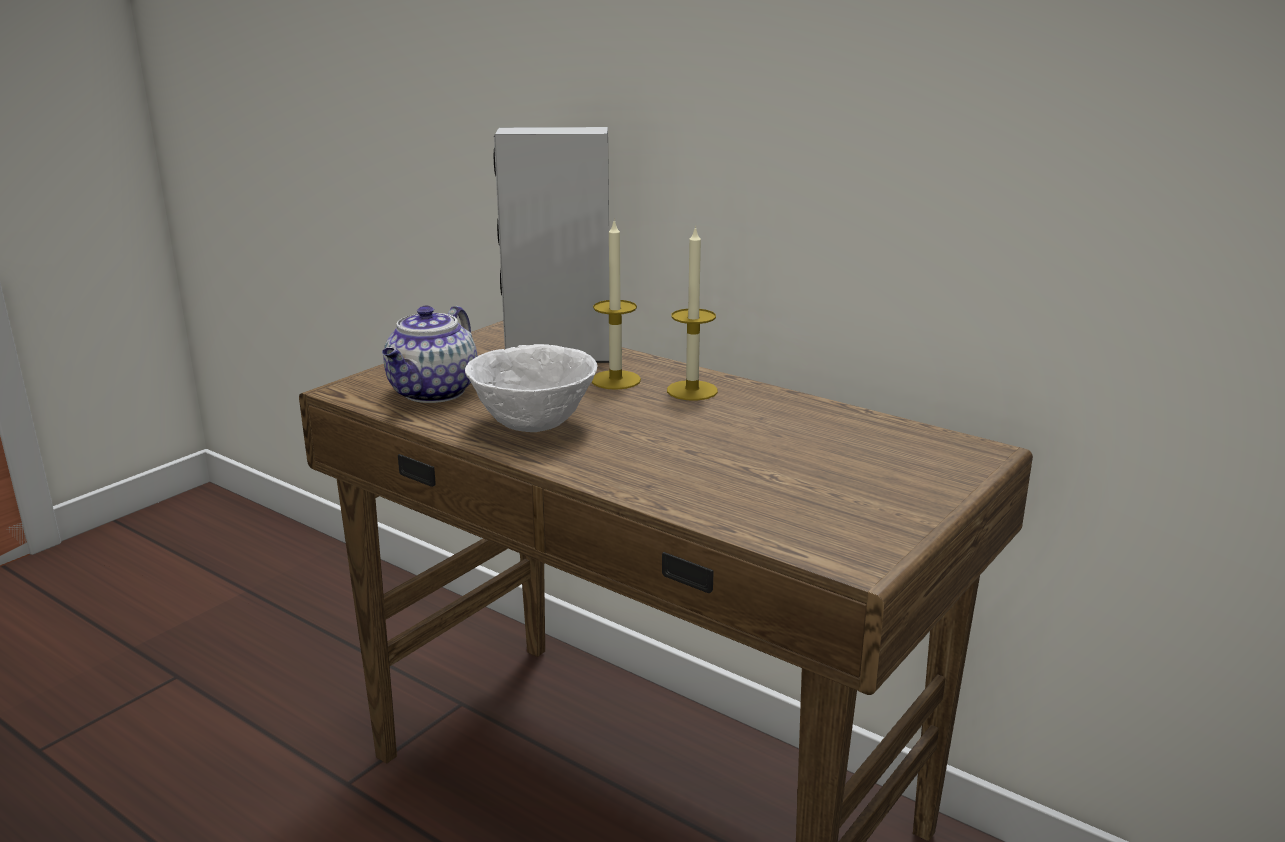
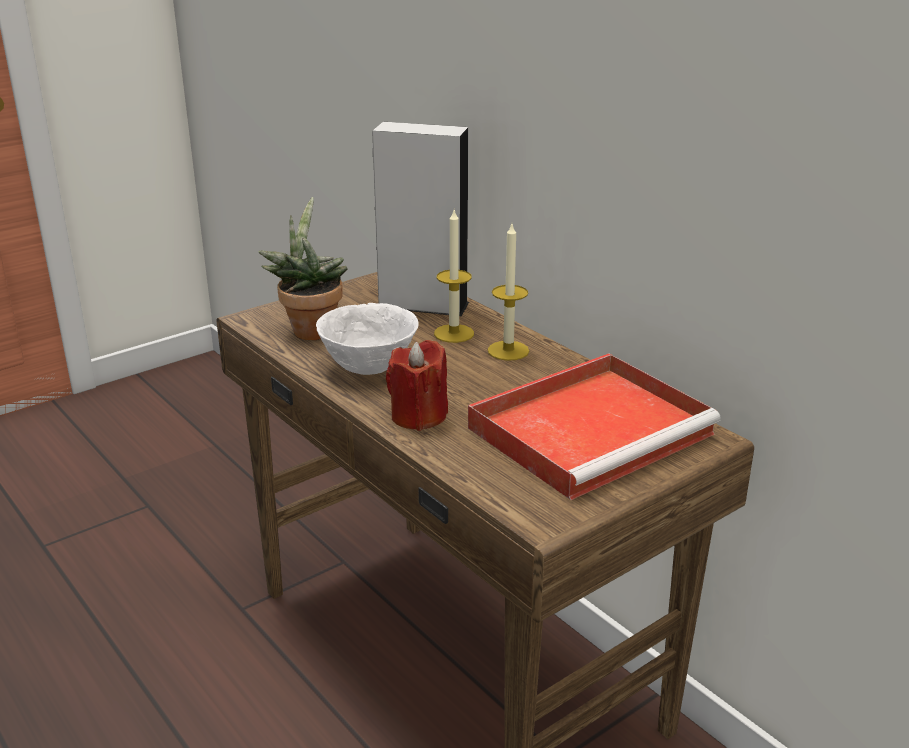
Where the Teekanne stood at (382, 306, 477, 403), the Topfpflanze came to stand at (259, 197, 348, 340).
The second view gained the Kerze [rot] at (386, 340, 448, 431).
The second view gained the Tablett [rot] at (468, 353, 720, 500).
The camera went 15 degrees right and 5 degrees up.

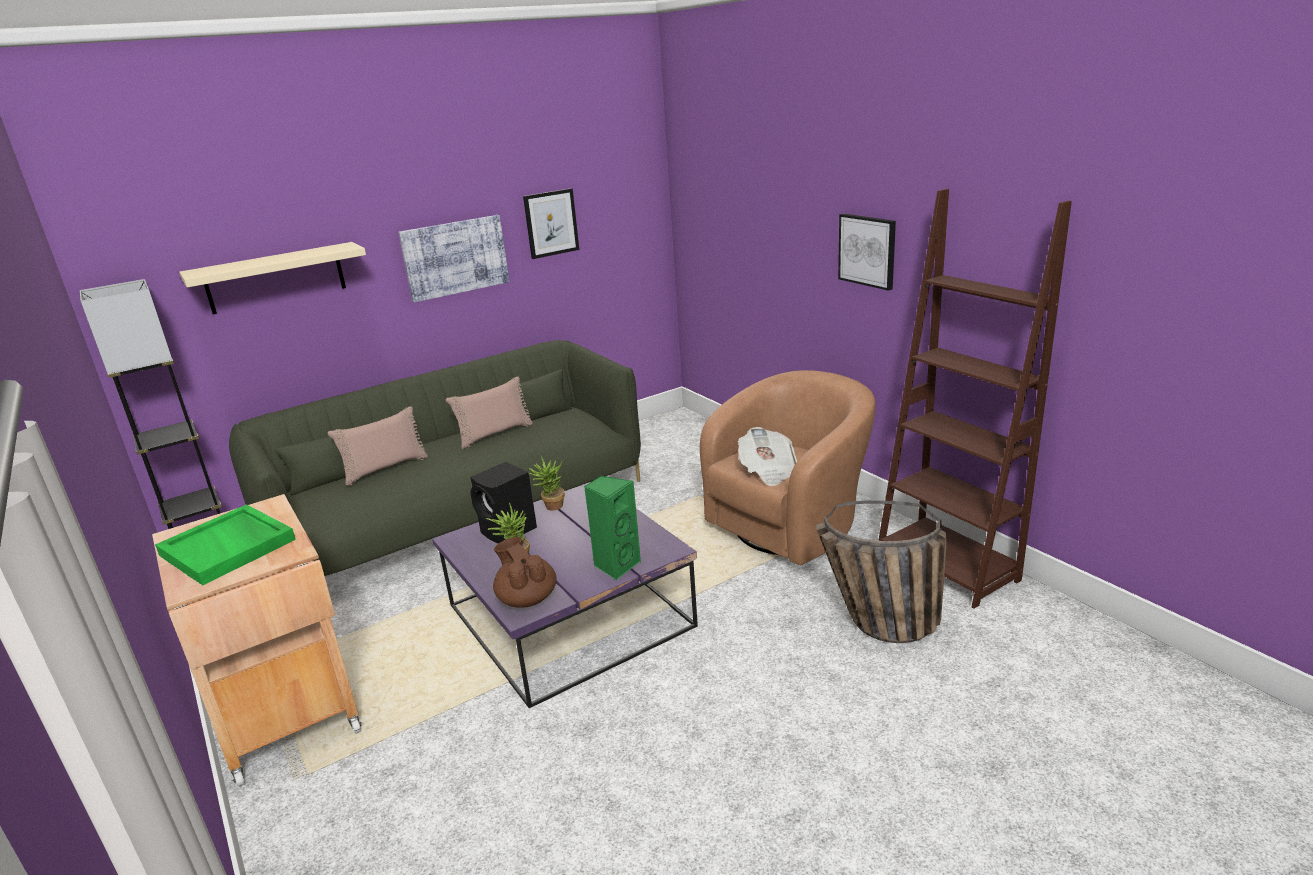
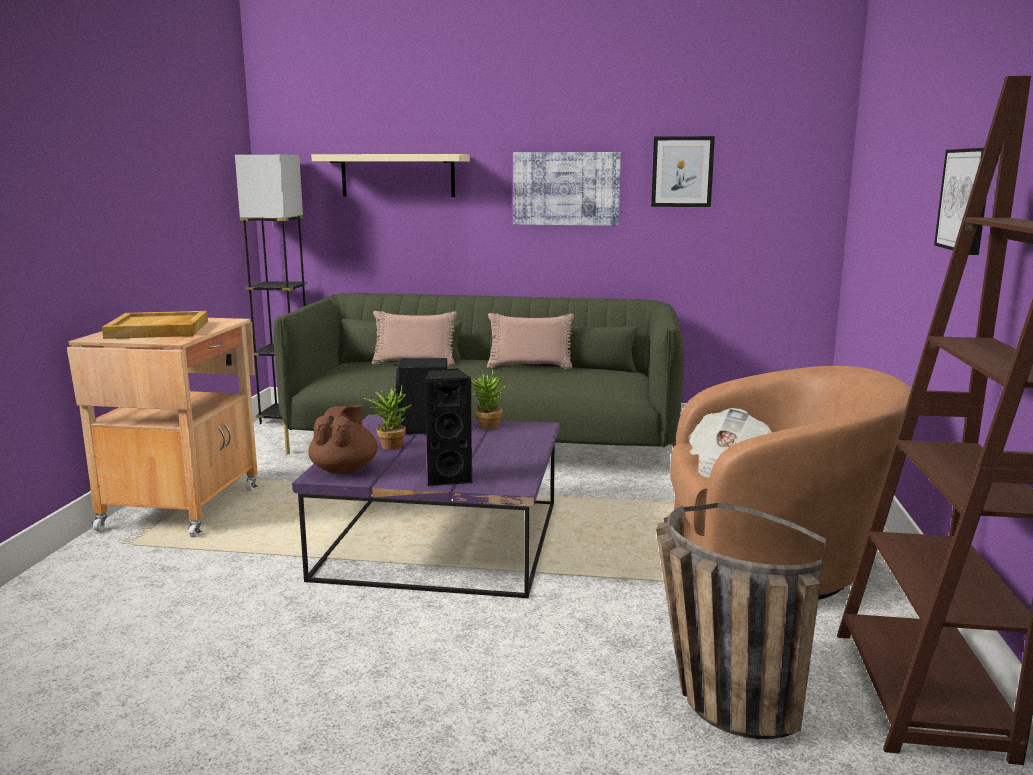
What was the Tablett [grün] at (155, 504, 296, 585) turned into the Tablett [beige] at (102, 311, 208, 339).
What was the Lautsprecher [grün] at (584, 475, 641, 580) turned into the Lautsprecher [schwarz] at (424, 368, 473, 486).
The camera went 40 degrees right and 10 degrees down.

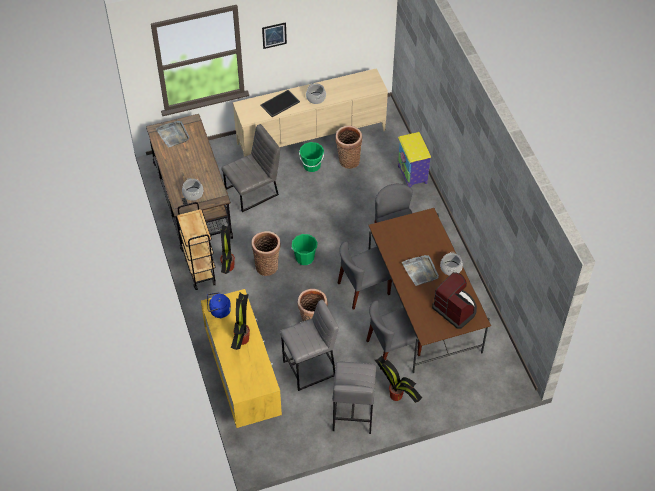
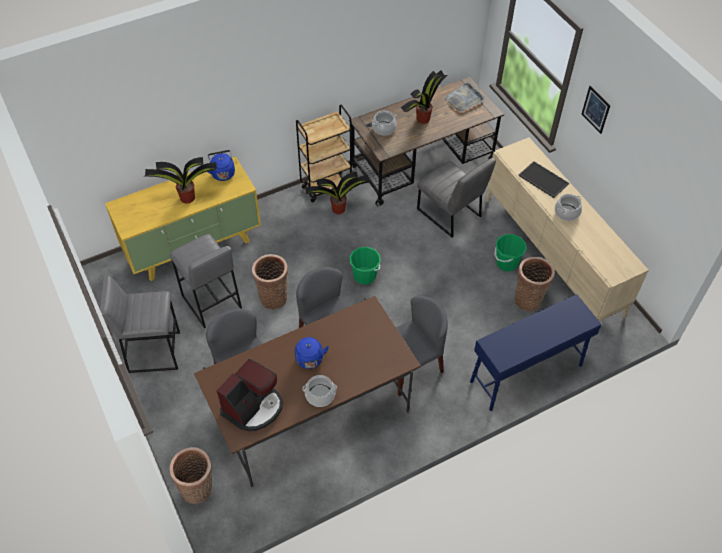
The Korb ended up elsewhere, having gone from (252, 231, 281, 276) to (169, 447, 212, 504).
Where the Tablett [grau] stood at (402, 255, 439, 286), the Wasserkessel [blau] came to stand at (295, 337, 329, 369).
The Topfpflanze ended up elsewhere, having gone from (375, 356, 422, 403) to (401, 70, 448, 124).
Where the Nachttisch stood at (398, 132, 431, 188), the Konsolentisch [blau] came to stand at (470, 294, 602, 411).
The camera went 80 degrees right and 0 degrees up.

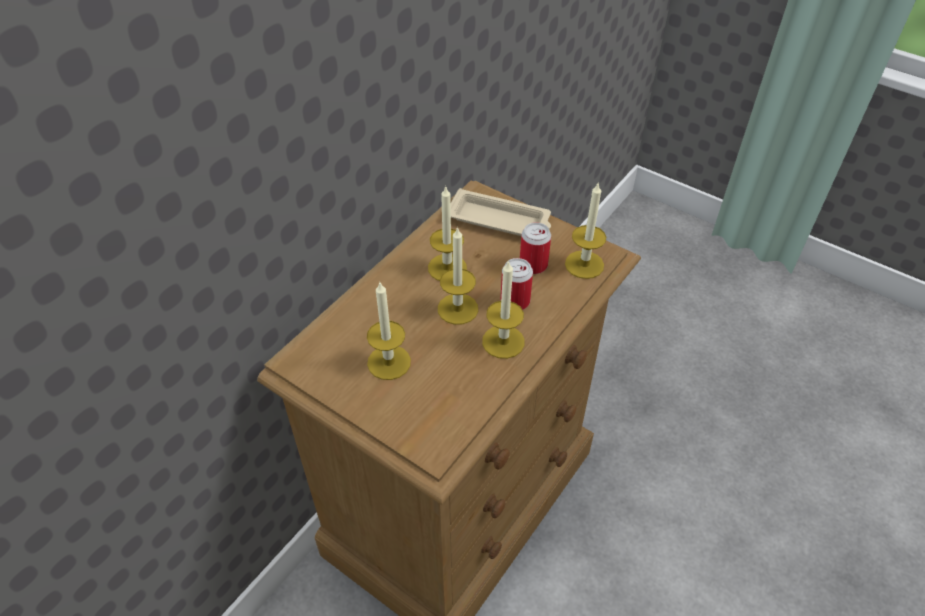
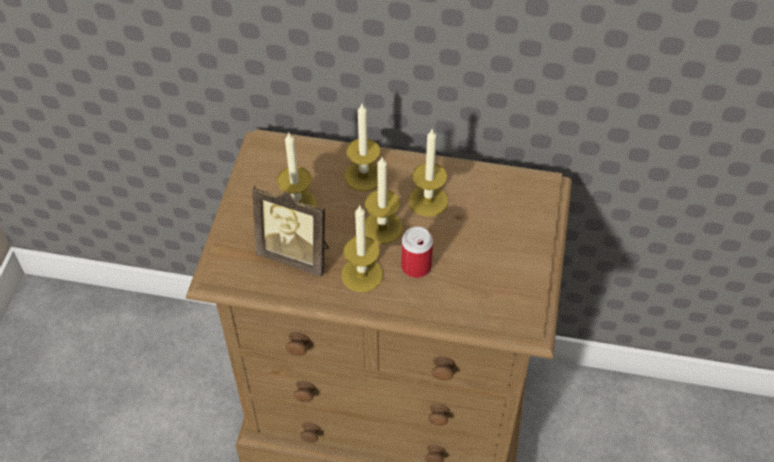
The second view gained the Bilderrahmen at (252, 186, 329, 277).
The Kerze ended up elsewhere, having gone from (565, 183, 606, 279) to (344, 104, 380, 191).
The second view lost the Tablett [beige] at (451, 188, 551, 236).
The second view lost the Dose at (520, 222, 551, 274).
The camera went 65 degrees right and 5 degrees up.

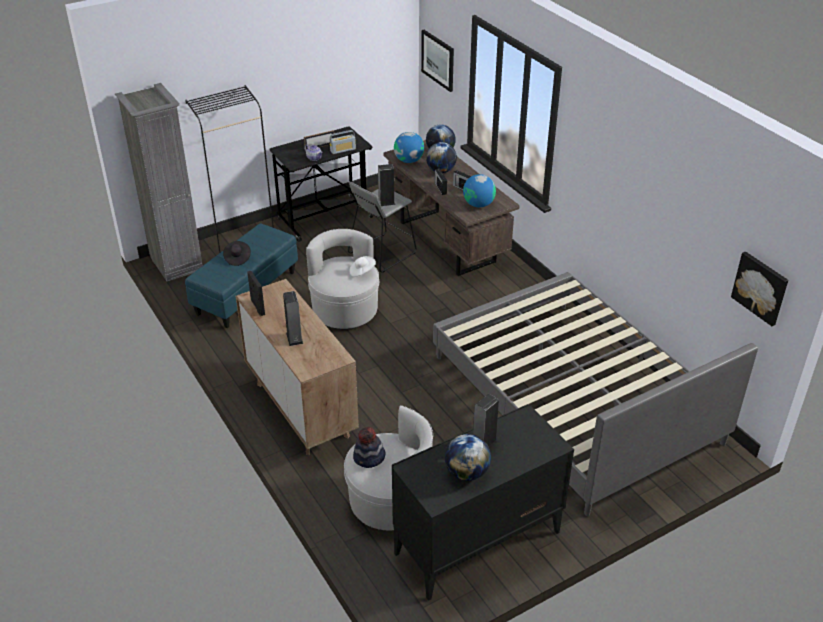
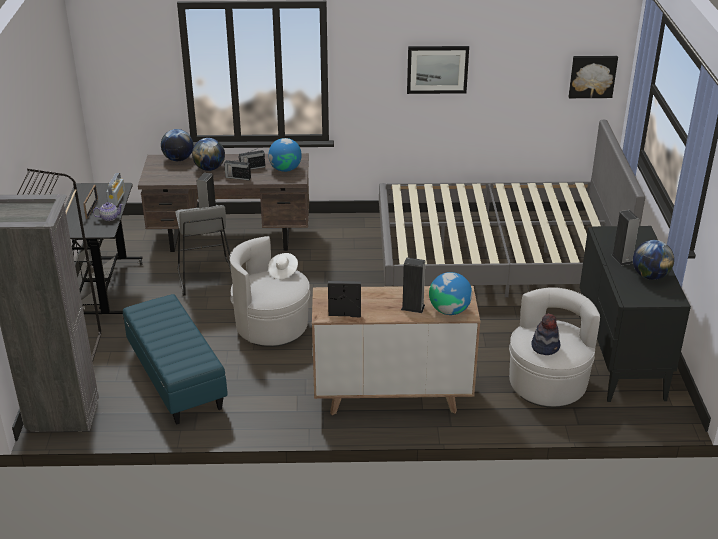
The Bild ended up elsewhere, having gone from (421, 30, 454, 92) to (407, 46, 469, 94).
The Globus ended up elsewhere, having gone from (394, 132, 424, 163) to (429, 272, 472, 315).
The second view lost the Hut [schwarz] at (223, 241, 251, 266).
The camera went 60 degrees left and 5 degrees down.

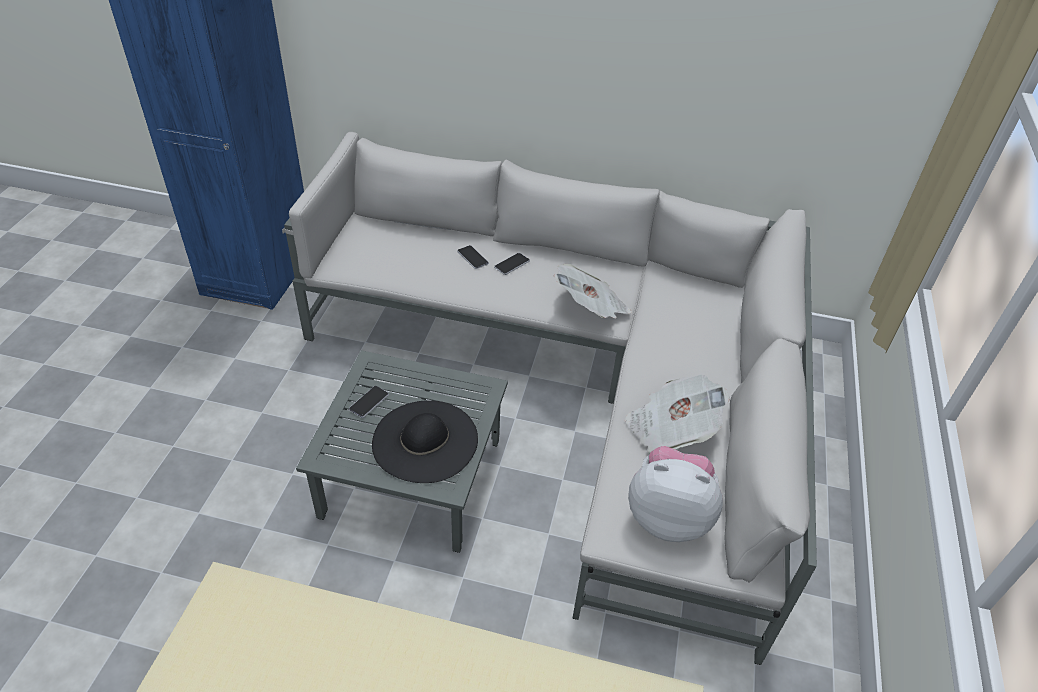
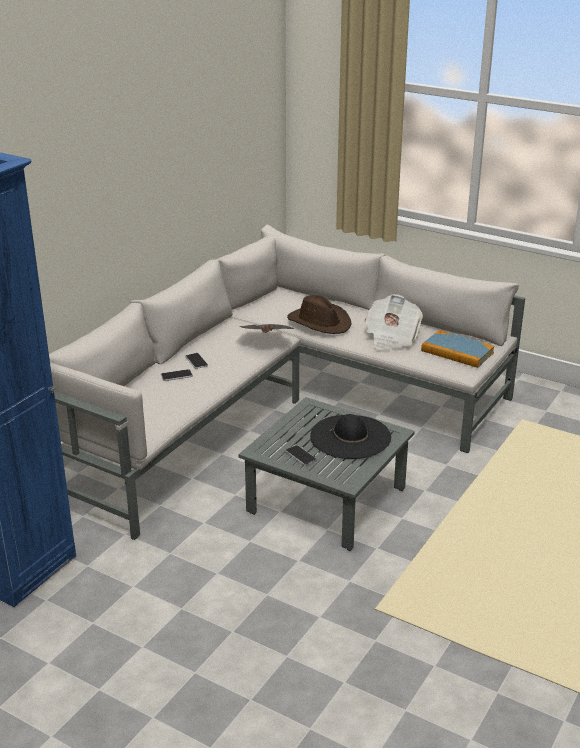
The second view gained the Hut [braun] at (287, 295, 351, 334).
Where the Plüschtier stood at (628, 446, 723, 542), the Buch came to stand at (421, 330, 495, 368).
The camera went 70 degrees left and 15 degrees down.

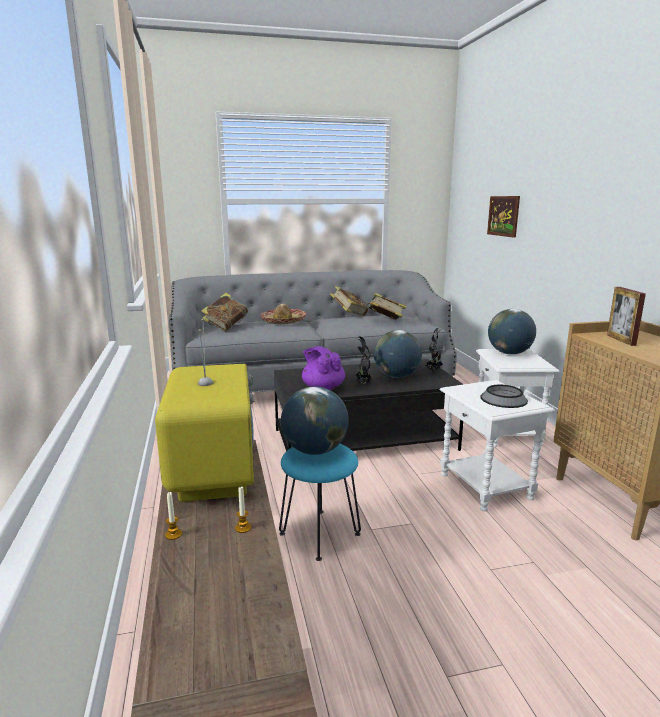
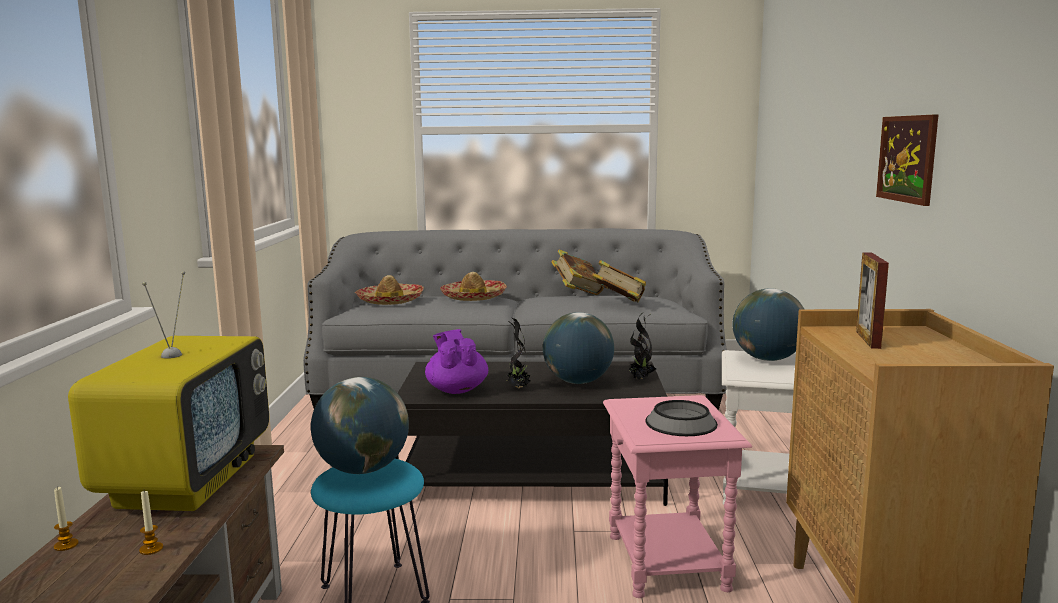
Where the Buch stood at (201, 293, 248, 331), the Hut came to stand at (355, 275, 424, 305).
What was the Beistelltisch [weiß] at (439, 380, 555, 511) turned into the Beistelltisch [rosa] at (603, 395, 752, 598).
The Bild ended up elsewhere, having gone from (487, 196, 520, 238) to (876, 114, 939, 206).
The camera went 15 degrees right and 5 degrees down.

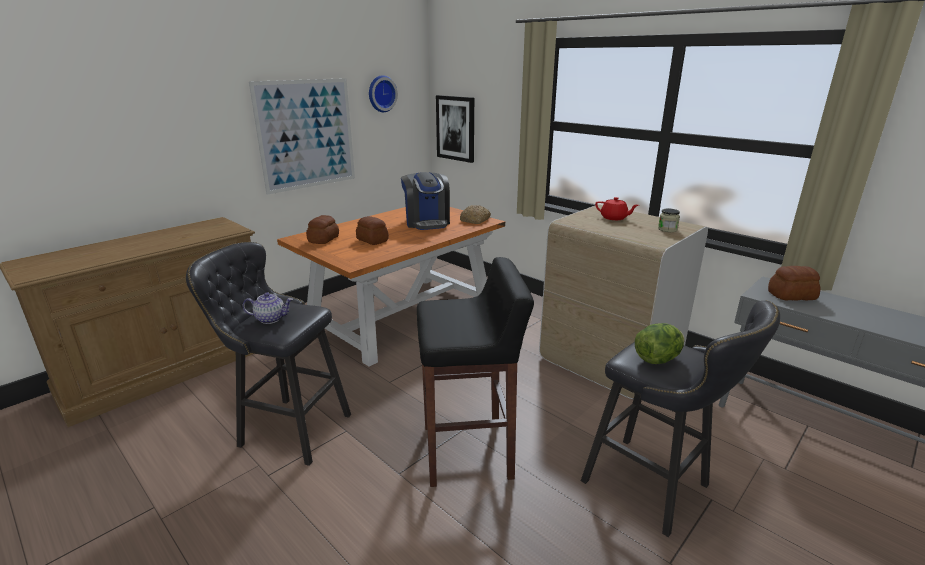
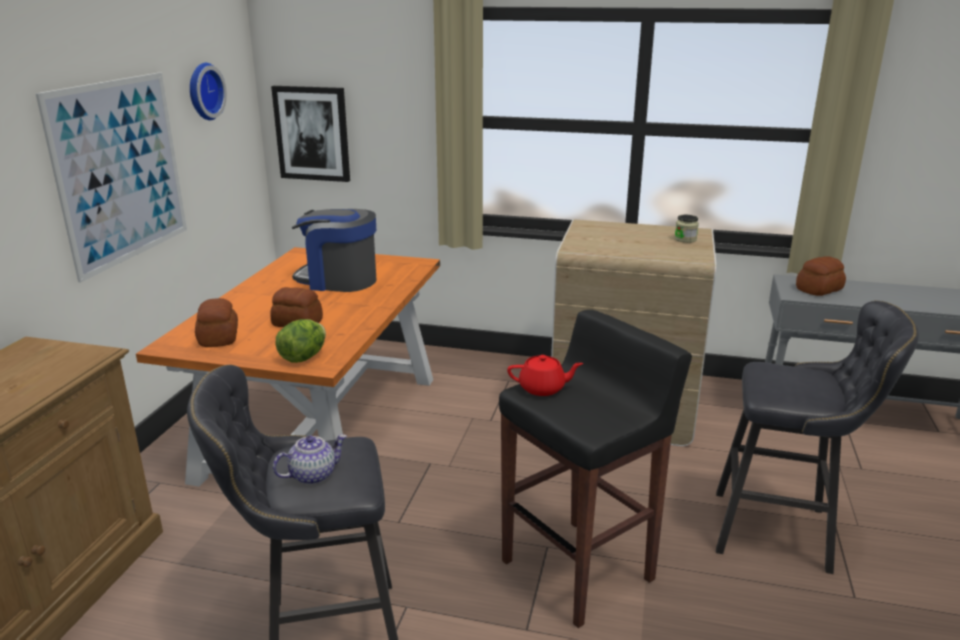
The Salatkopf ended up elsewhere, having gone from (635, 323, 684, 364) to (276, 319, 326, 363).
The Kaffeemaschine at (401, 172, 450, 230) ended up facing another way, 150 degrees clockwise from before.
The Teekanne [rot] ended up elsewhere, having gone from (595, 197, 638, 220) to (507, 355, 583, 396).
The second view lost the Brot at (460, 205, 491, 224).
The camera went 30 degrees left and 0 degrees up.

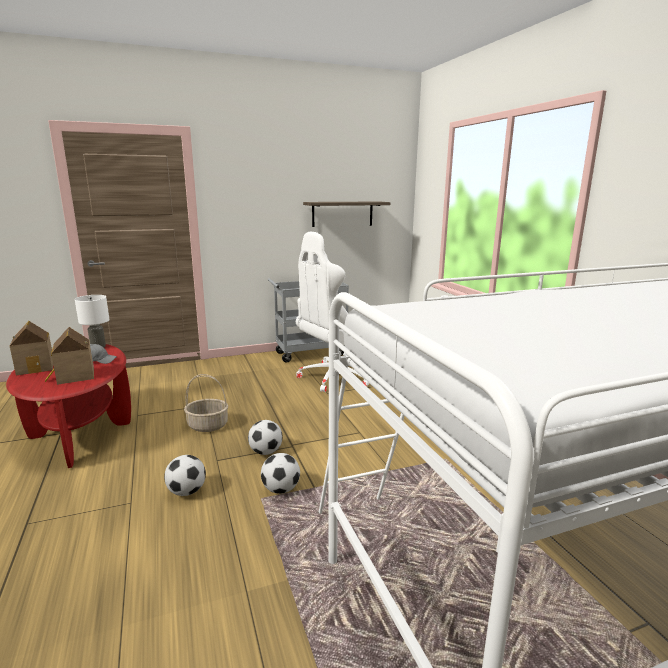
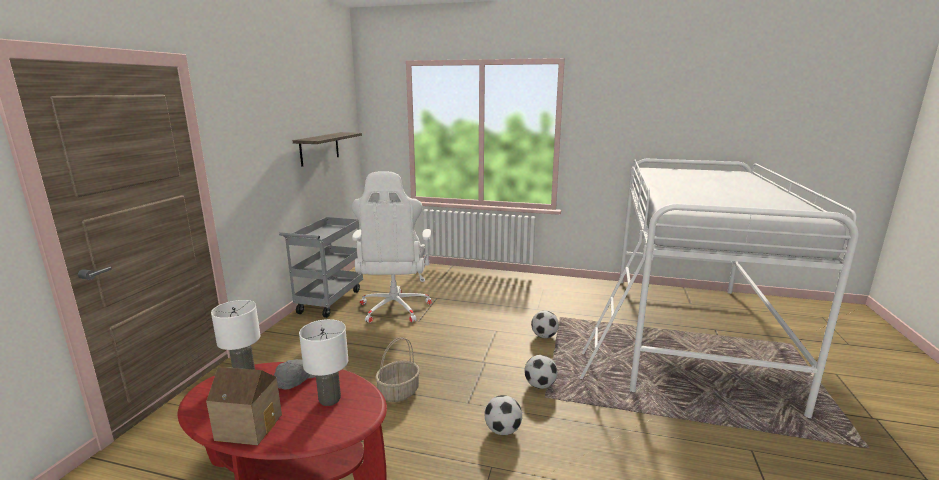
Where the Spielzeughaus stood at (45, 327, 94, 385), the Tischlampe [weiß] came to stand at (299, 319, 348, 406).
The Fußball ended up elsewhere, having gone from (248, 420, 283, 455) to (531, 311, 559, 338).
The camera went 55 degrees left and 0 degrees up.

